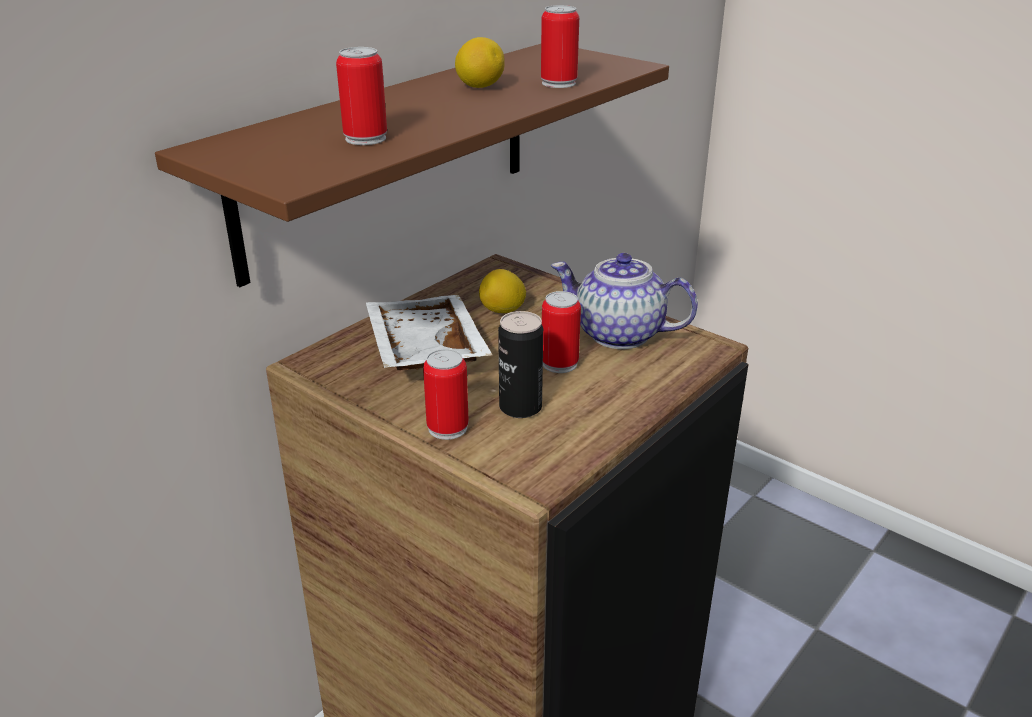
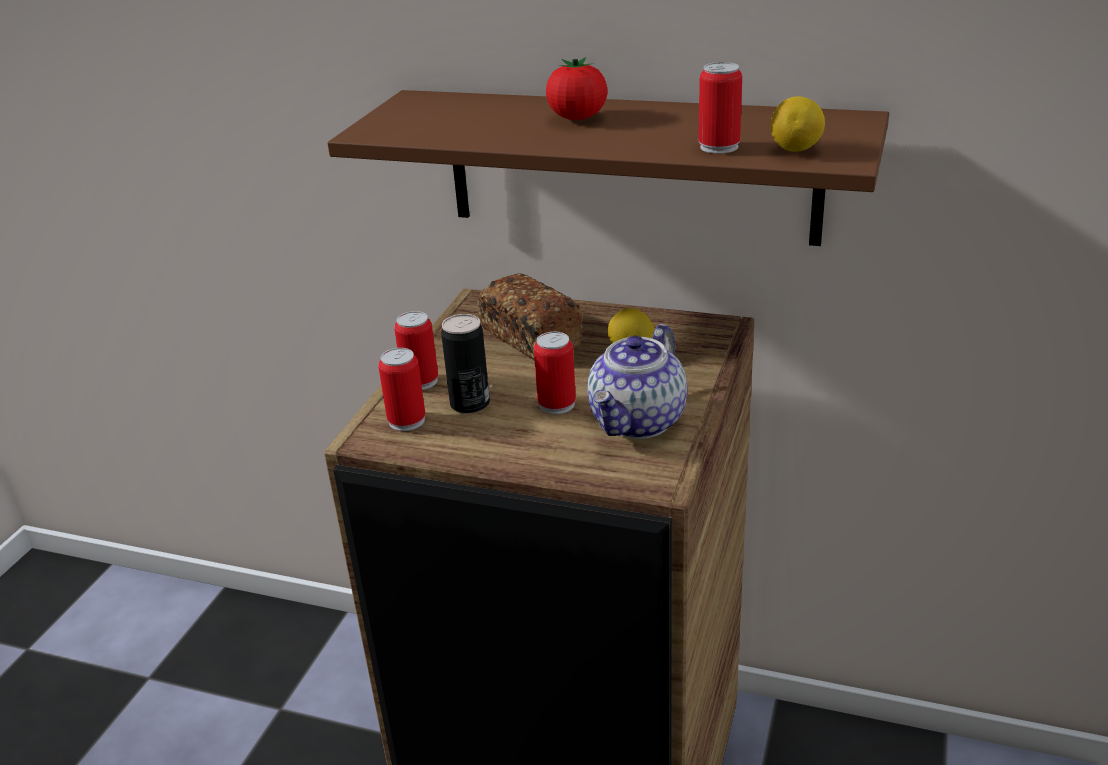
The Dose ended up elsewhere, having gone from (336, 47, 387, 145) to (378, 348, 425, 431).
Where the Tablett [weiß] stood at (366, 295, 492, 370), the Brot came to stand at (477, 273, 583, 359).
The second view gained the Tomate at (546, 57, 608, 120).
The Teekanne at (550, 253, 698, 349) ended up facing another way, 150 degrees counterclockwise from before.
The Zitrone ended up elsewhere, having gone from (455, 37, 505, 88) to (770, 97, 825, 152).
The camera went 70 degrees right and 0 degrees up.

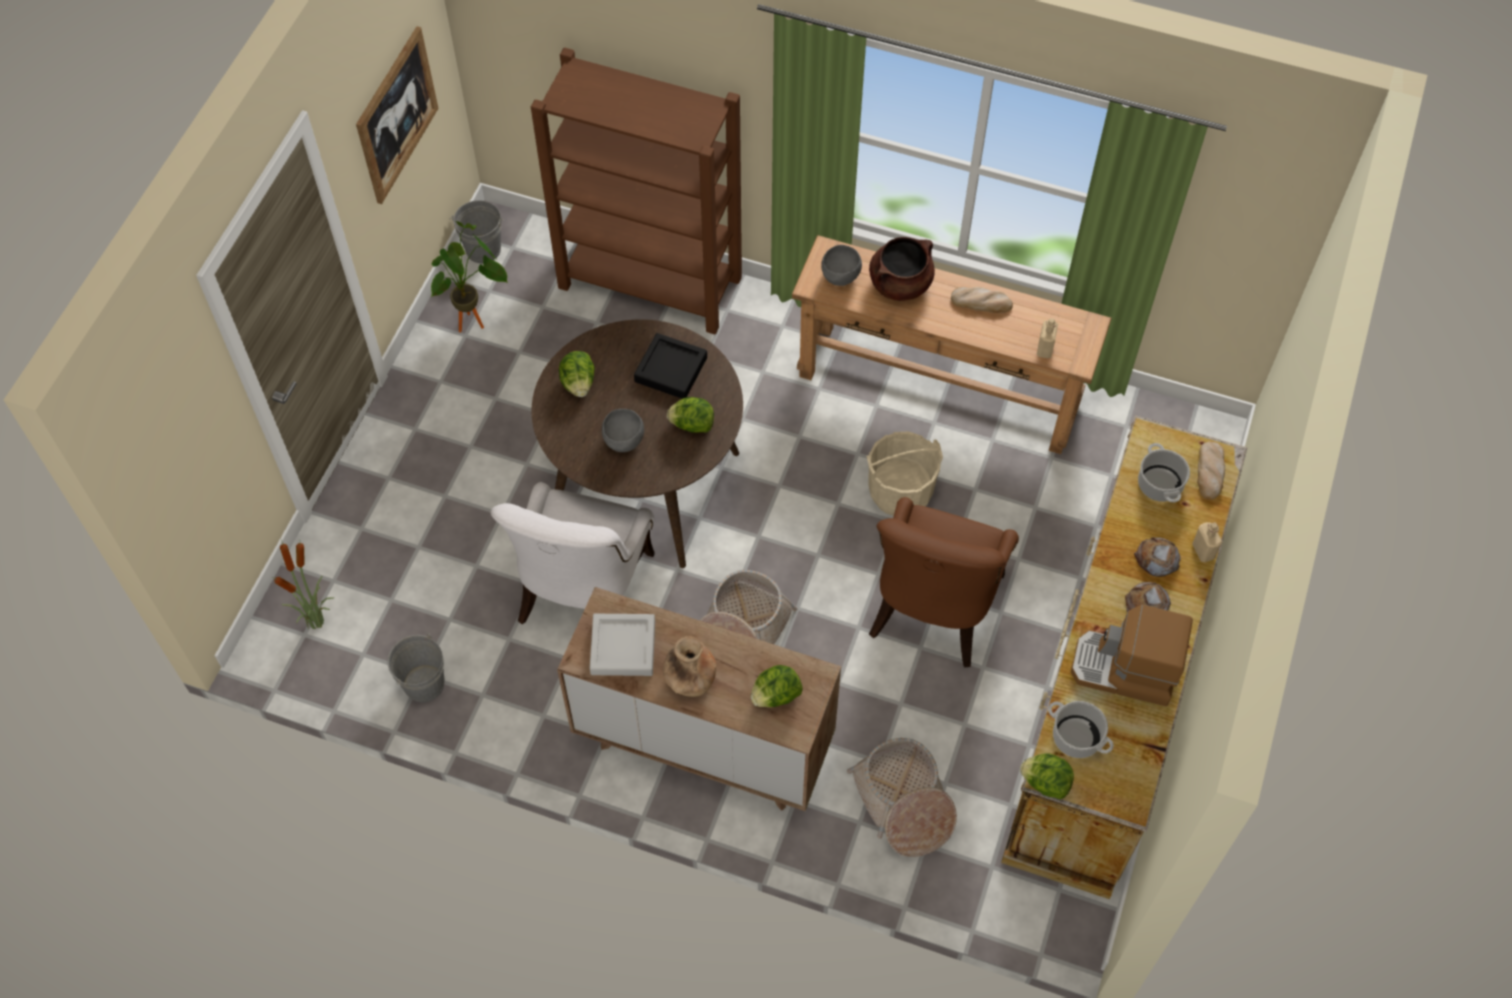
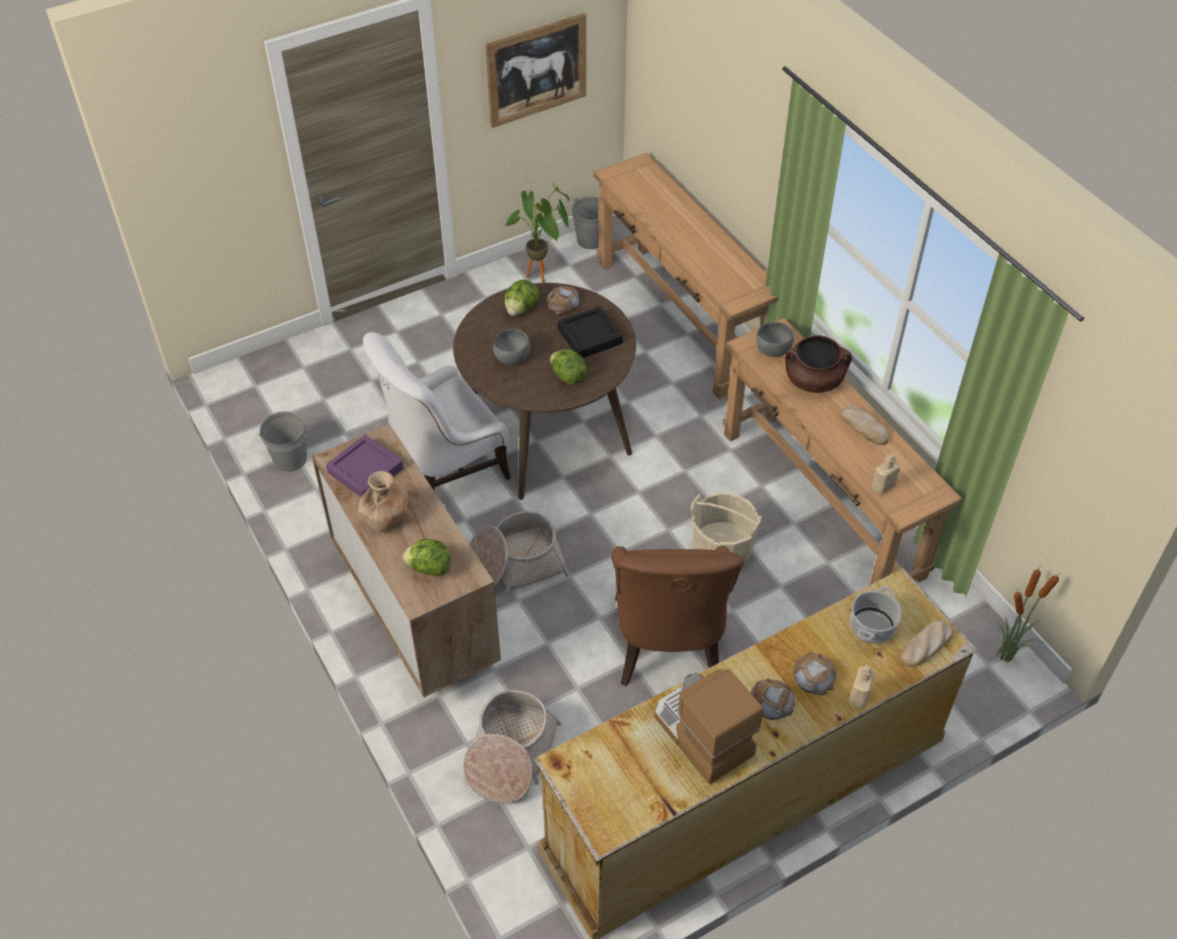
What was the Tablett [grau] at (590, 614, 655, 676) turned into the Tablett [lila] at (326, 435, 403, 497).
The second view gained the Brot at (547, 286, 579, 315).
Where the Bücherregal [braun] stood at (531, 48, 742, 334), the Konsolentisch [braun] came to stand at (593, 153, 779, 399).
The Stuhl [braun] at (869, 497, 1019, 667) ended up facing another way, 60 degrees counterclockwise from before.
The Topfpflanze ended up elsewhere, having gone from (274, 540, 334, 629) to (995, 564, 1059, 663).
The second view lost the Salatkopf at (1020, 753, 1074, 800).
The second view lost the Kochtopf at (1048, 701, 1114, 758).
The camera went 40 degrees right and 10 degrees down.

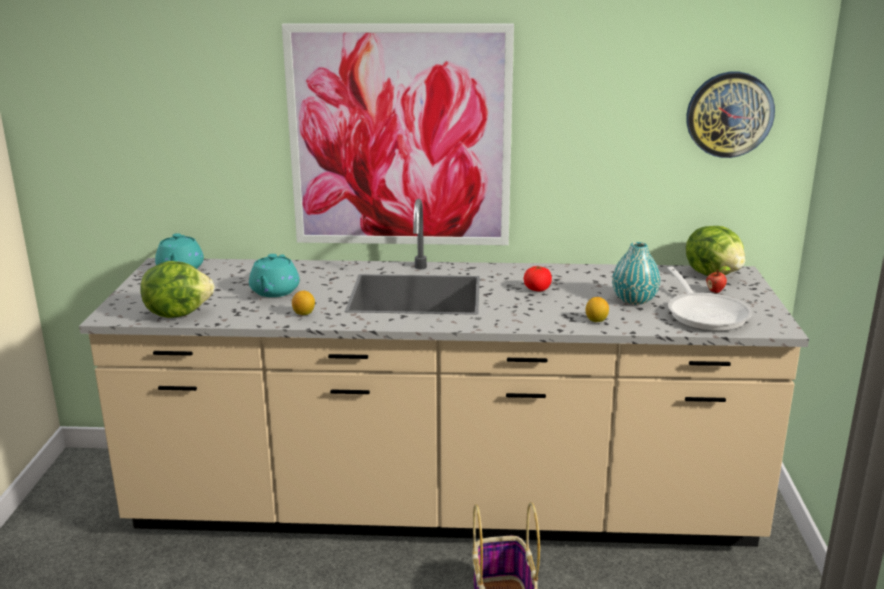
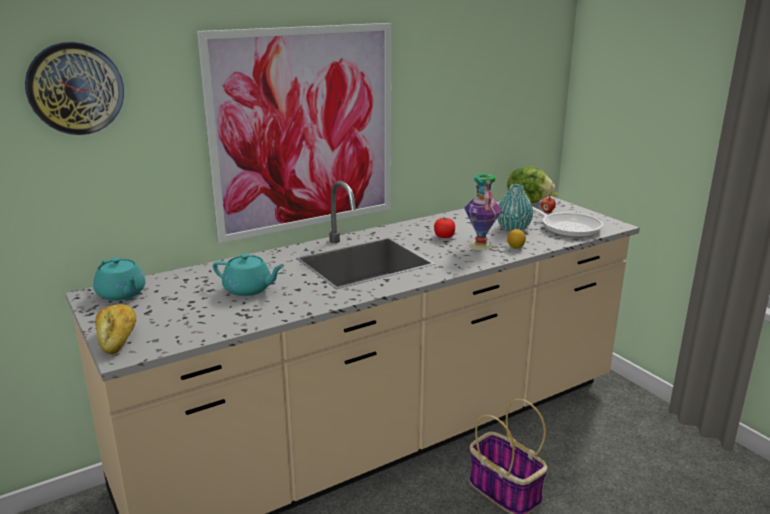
The Wanduhr ended up elsewhere, having gone from (686, 72, 775, 158) to (25, 42, 124, 135).
The second view gained the Brot at (95, 304, 136, 354).
The Teekanne [türkis] at (249, 254, 300, 297) ended up facing another way, 45 degrees counterclockwise from before.
The second view gained the Vase at (464, 174, 502, 250).
The second view lost the Salatkopf at (140, 261, 215, 318).
The second view lost the Zitrone at (292, 291, 315, 315).
The camera went 35 degrees left and 0 degrees up.

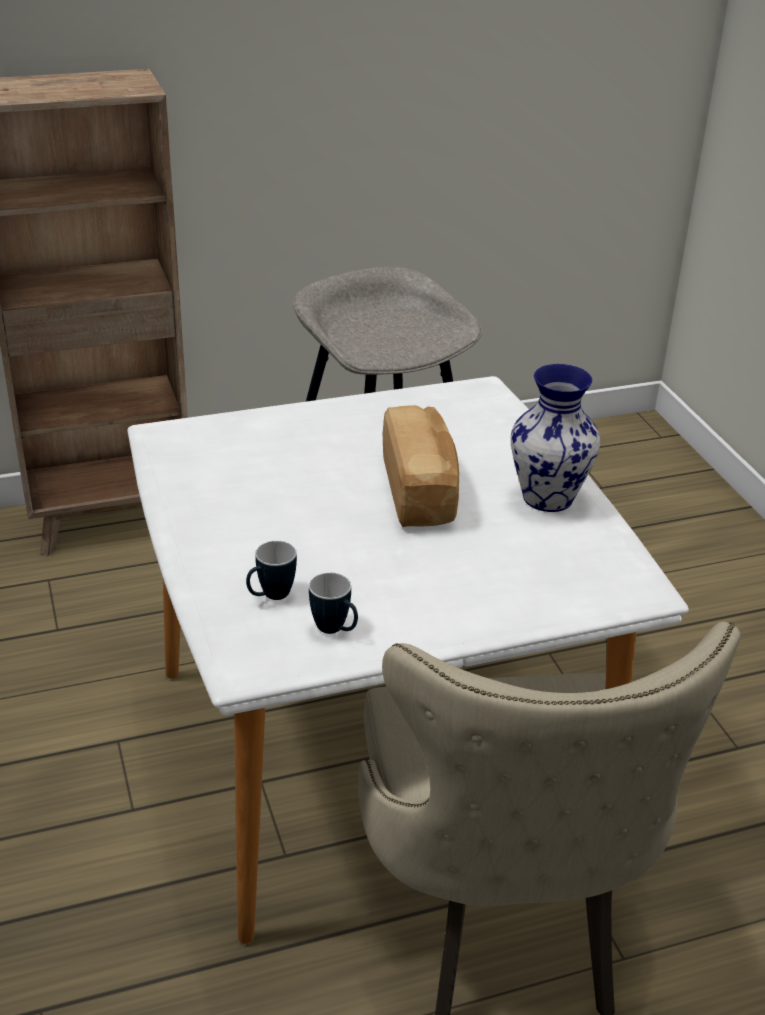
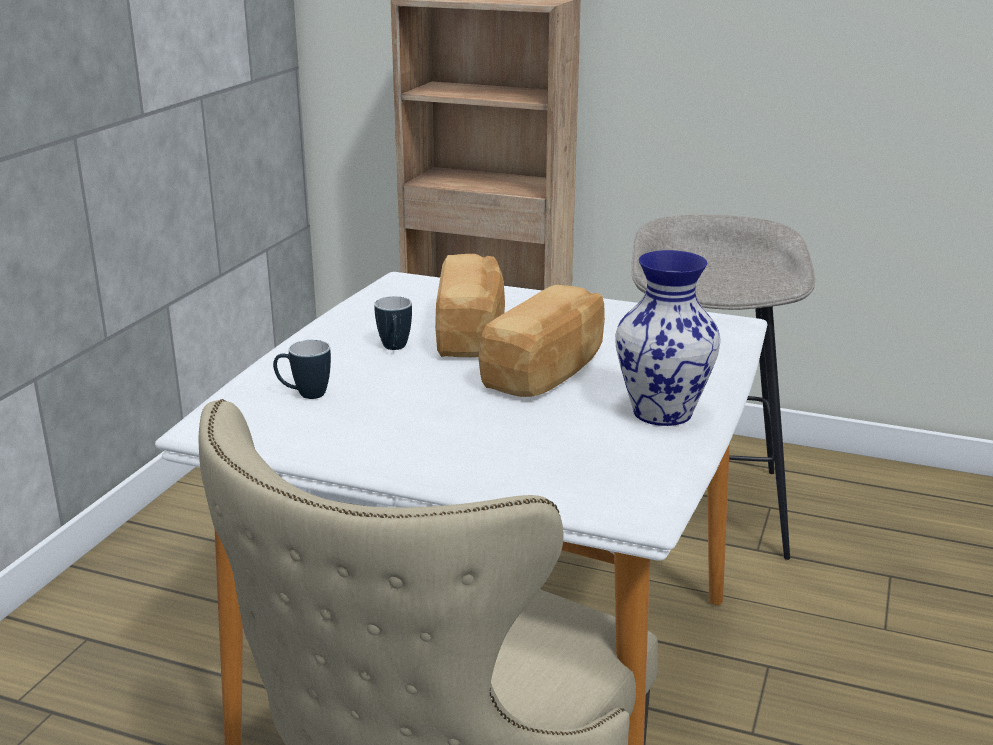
The Henkelbecher ended up elsewhere, having gone from (309, 572, 358, 634) to (374, 296, 412, 350).
The second view gained the Brot at (435, 254, 505, 357).
The camera went 40 degrees right and 10 degrees down.

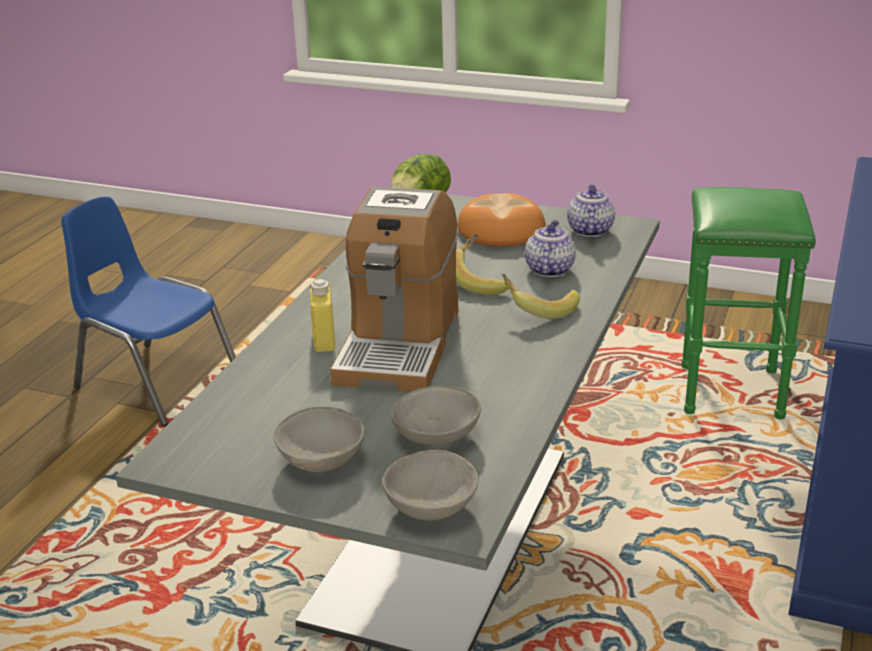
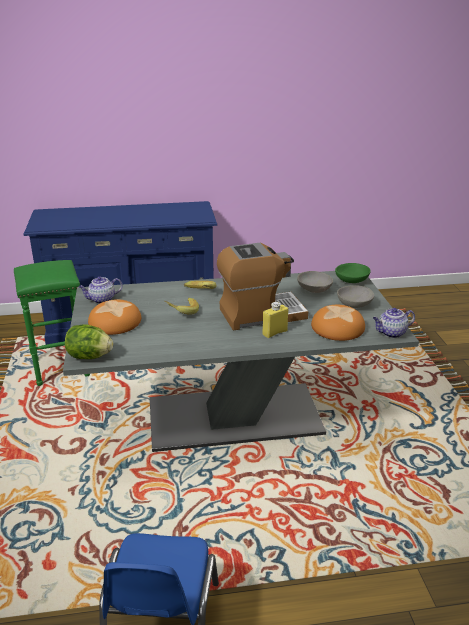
The second view gained the Brot at (311, 305, 365, 341).
What was the Schüssel [grau] at (382, 450, 478, 521) turned into the Schüssel [grün] at (335, 263, 371, 283).
The Teekanne ended up elsewhere, having gone from (525, 220, 576, 277) to (373, 308, 415, 338).
The camera went 120 degrees left and 0 degrees up.

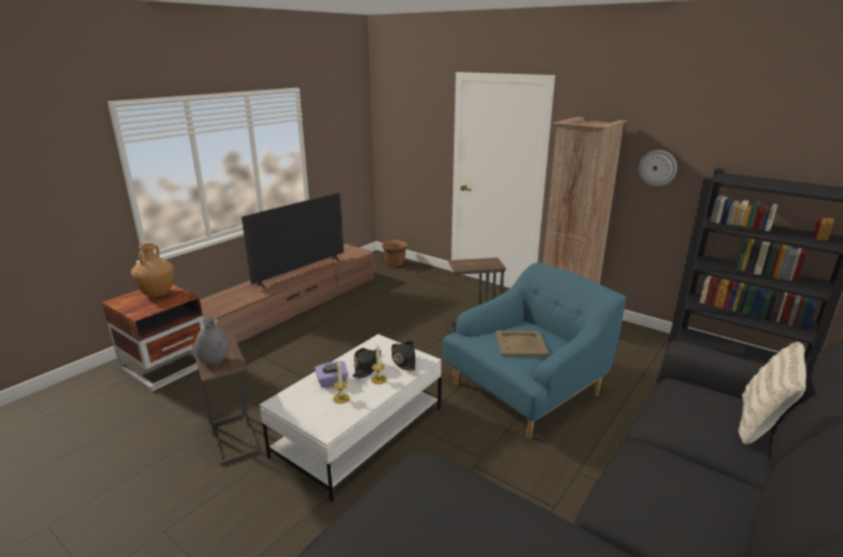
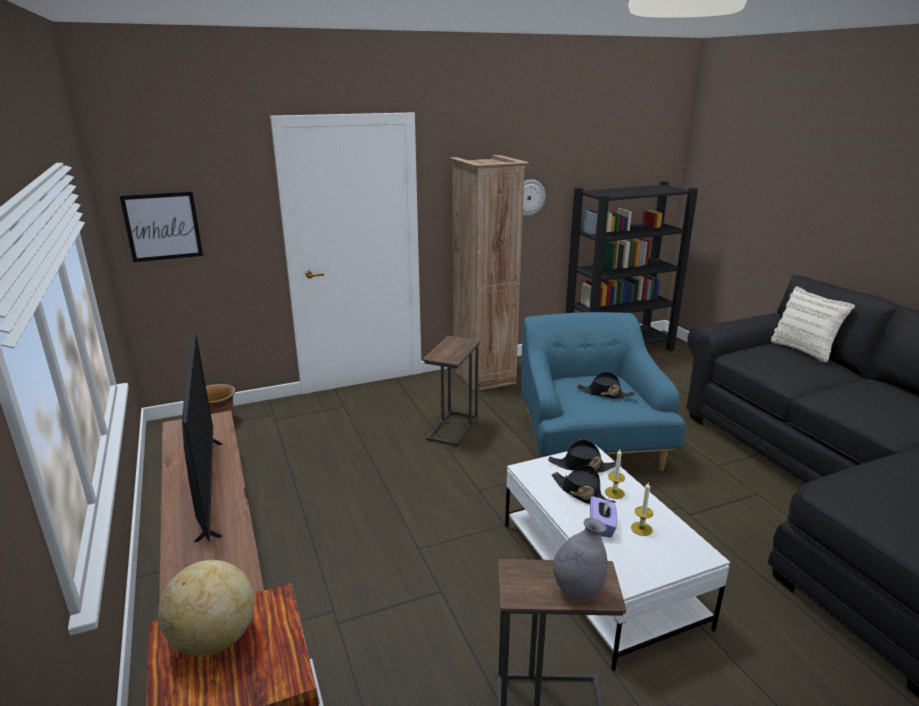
The second view gained the Bild at (120, 191, 203, 262).
Where the Vase [braun] stood at (131, 243, 174, 297), the Globus came to stand at (158, 560, 254, 656).
Where the Tablett [beige] stood at (495, 331, 548, 356), the Hut [schwarz] came to stand at (577, 372, 635, 399).
The camera went 60 degrees left and 0 degrees up.

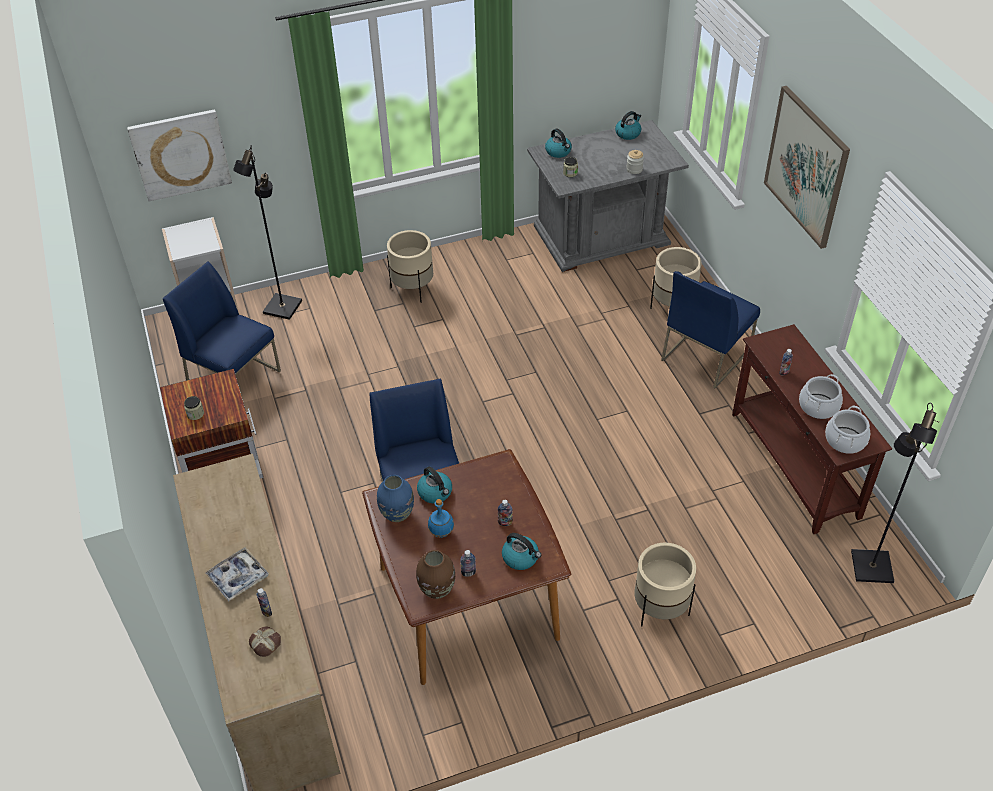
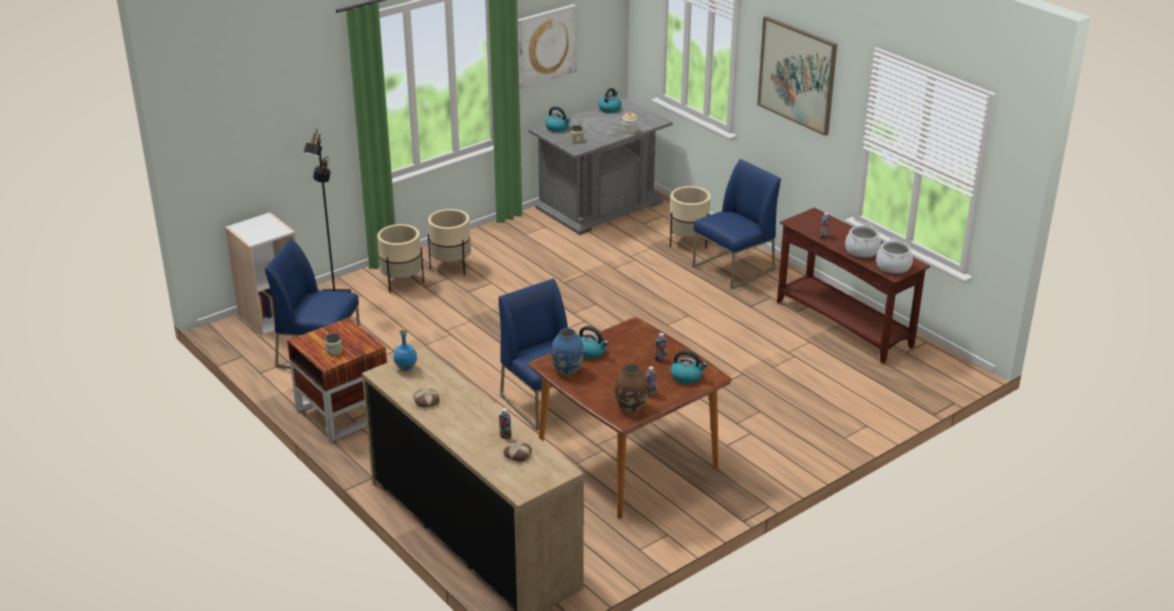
The Pflanzkübel [beige] ended up elsewhere, having gone from (634, 543, 696, 627) to (377, 224, 424, 293).
The Flasche [blau] ended up elsewhere, having gone from (428, 499, 454, 538) to (394, 328, 417, 371).
The second view gained the Brot at (414, 389, 440, 408).
The Bild ended up elsewhere, having gone from (127, 109, 232, 201) to (518, 4, 577, 88).
The Stuhl [blau] at (661, 271, 760, 388) ended up facing another way, 150 degrees counterclockwise from before.
The second view lost the Tablett at (205, 547, 269, 601).
The second view lost the Stehlampe [schwarz] at (851, 403, 940, 583).
The camera went 20 degrees left and 15 degrees down.

